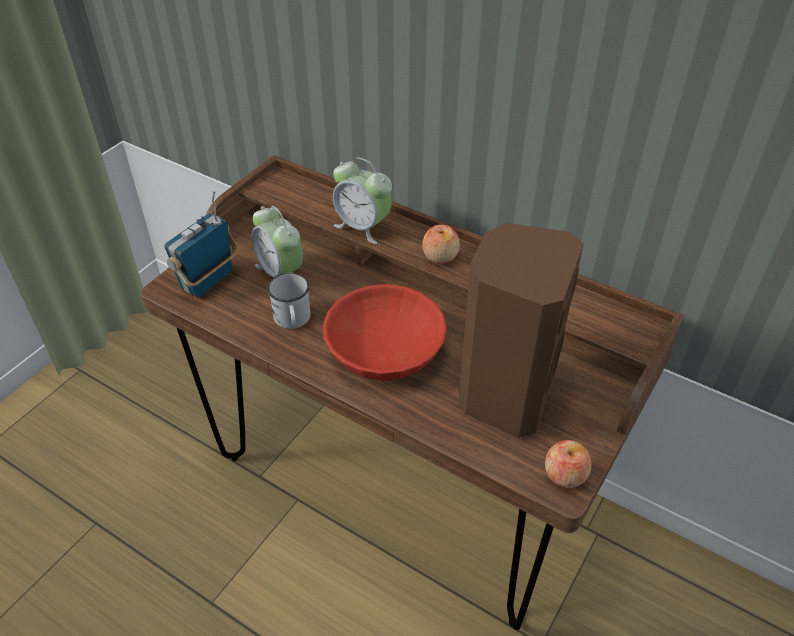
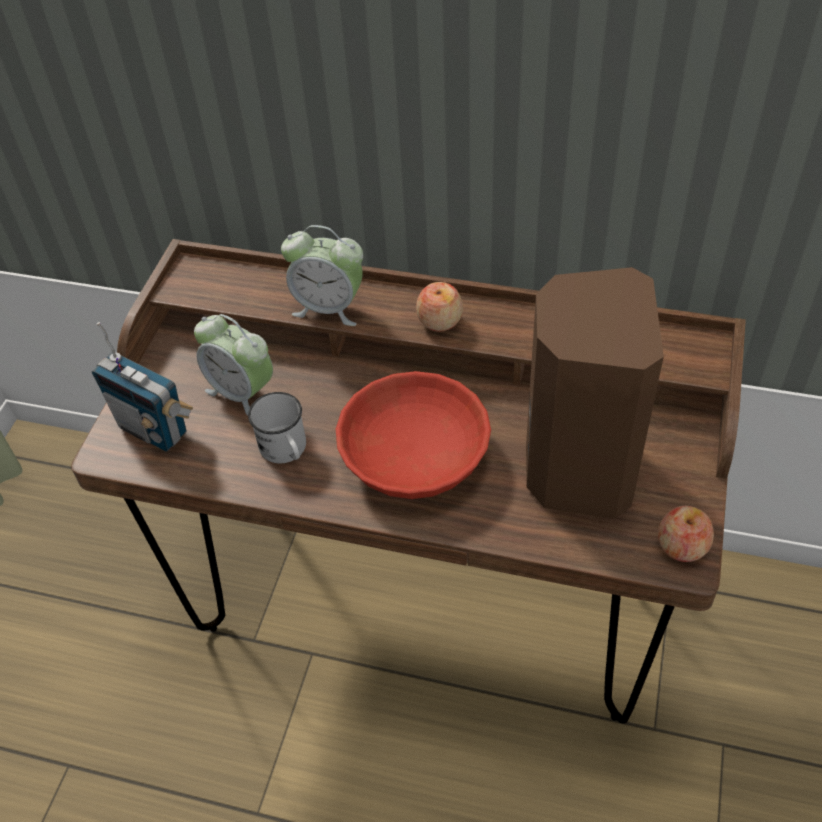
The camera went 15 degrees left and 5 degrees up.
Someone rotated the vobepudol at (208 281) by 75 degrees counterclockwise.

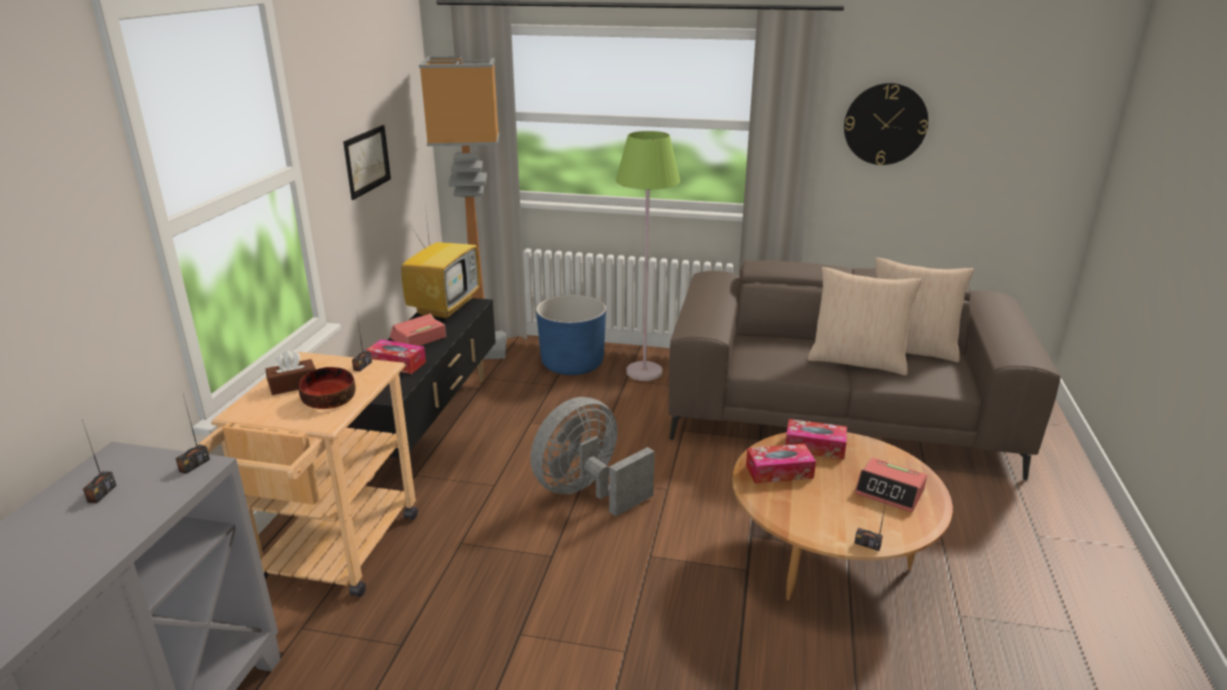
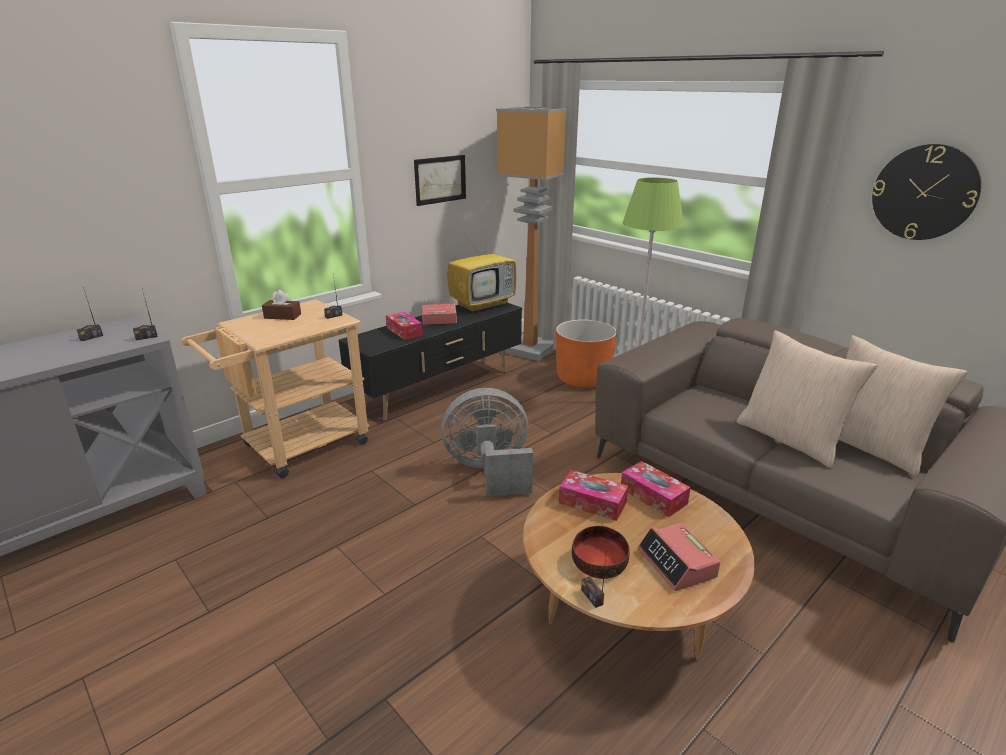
The camera went 35 degrees right and 0 degrees up.
Someone repainted the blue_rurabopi at (572 364), which became the orange_rurabopi at (583 379).
Someone carried the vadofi from (328 399) to (598 562).

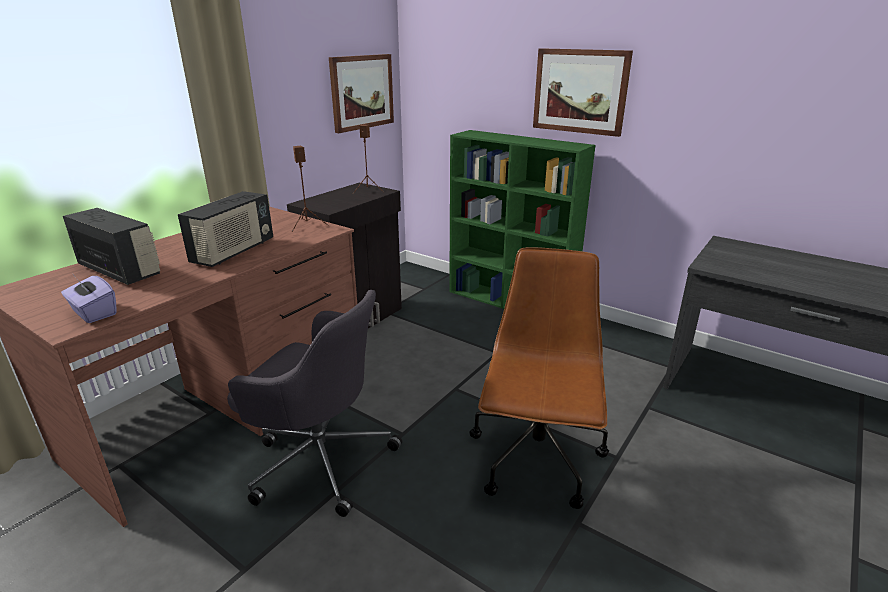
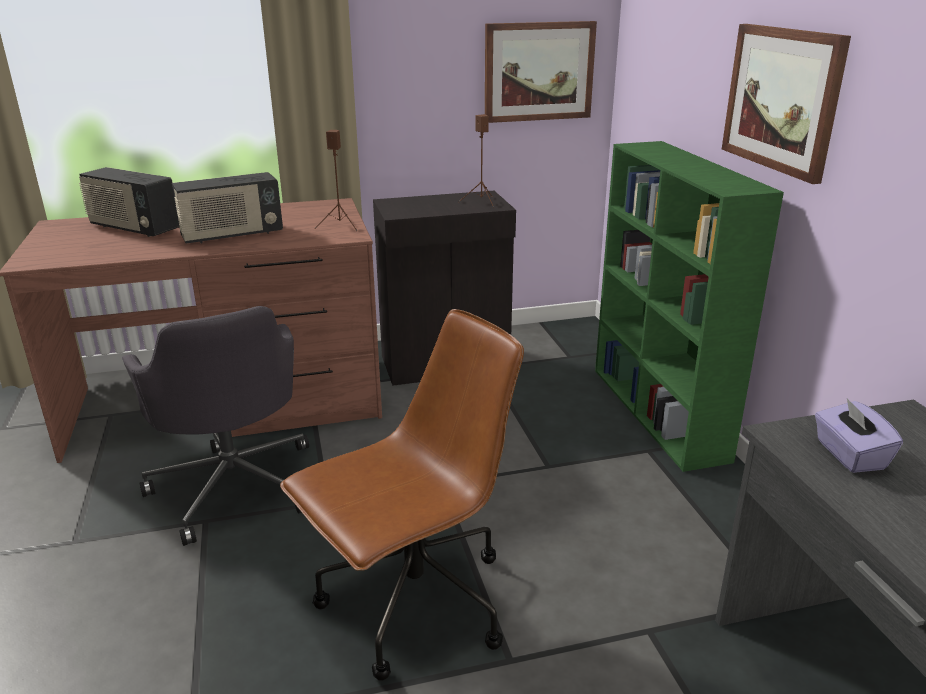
The camera went 40 degrees right and 0 degrees up.
Someone rotated the vobepudol at (120 271) by 135 degrees clockwise.
Someone carried the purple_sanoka from (94 313) to (849 455).

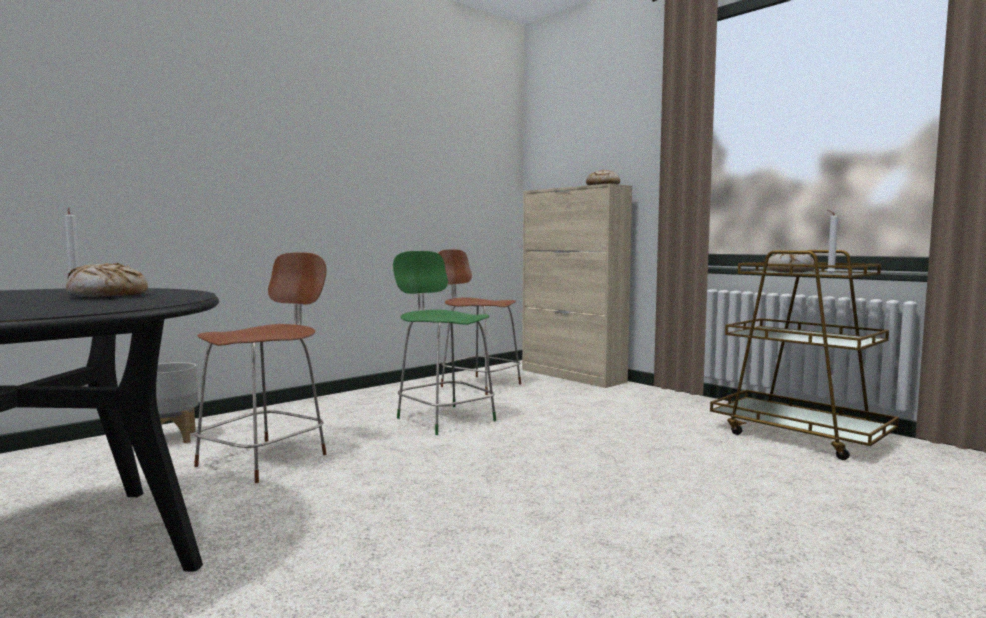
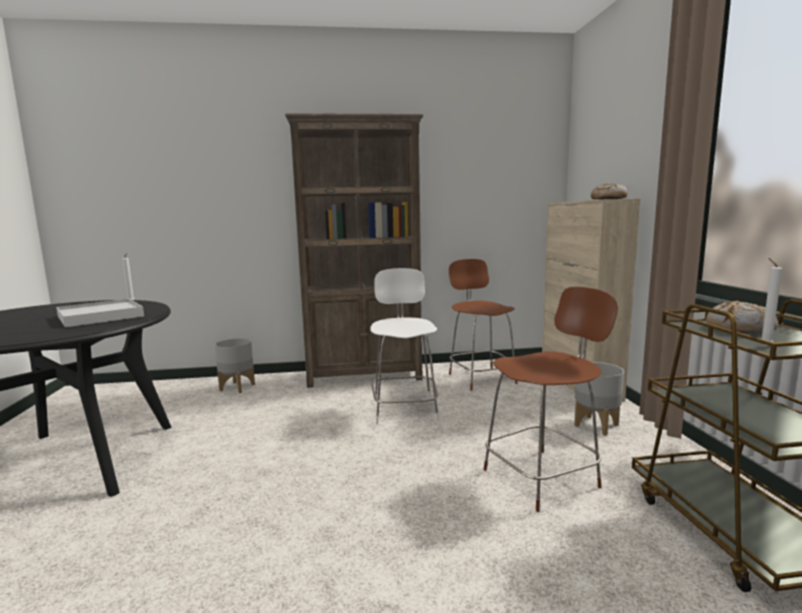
The camera went 35 degrees right and 5 degrees up.
Someone repainted the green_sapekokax at (444 418), which became the white_sapekokax at (404 408).
Someone carried the brown_sapekokax from (266 459) to (543 477).
Someone swapped the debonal at (108 296) for the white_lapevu at (100 316).
Someone put down the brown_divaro at (365 376).
Someone put down the grey_rurabopi at (596 425).

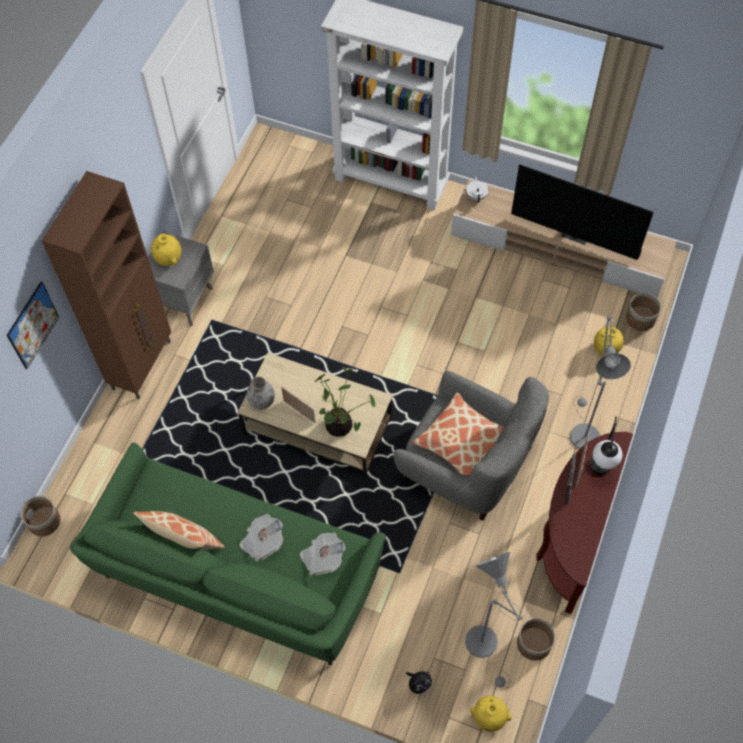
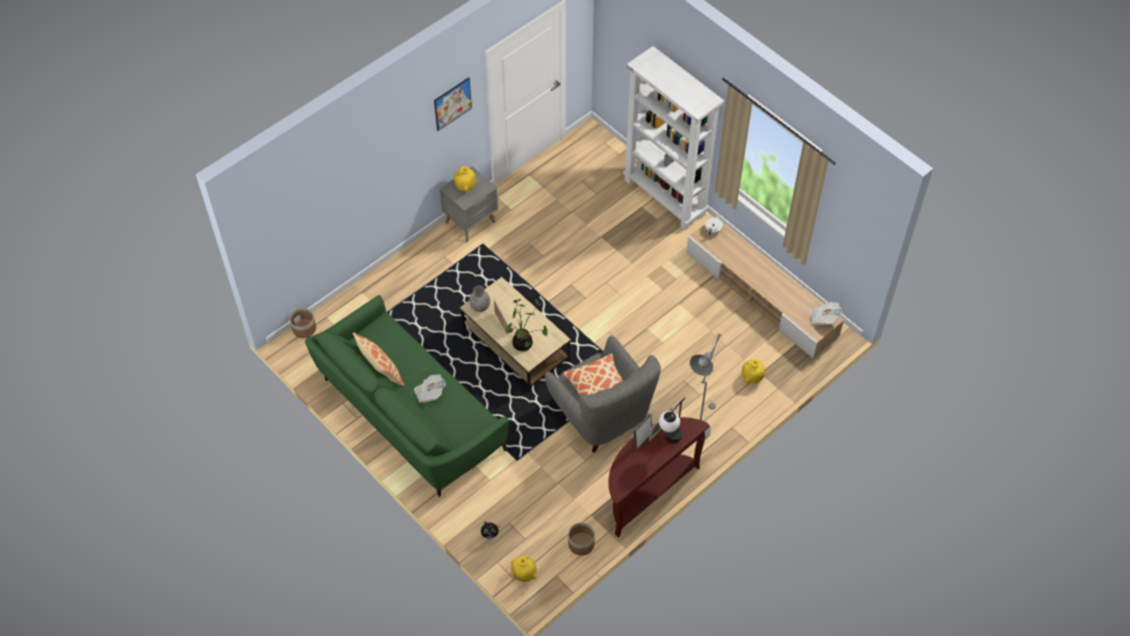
The camera went 25 degrees right and 5 degrees down.
Someone took away the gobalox at (576 234).
Someone took away the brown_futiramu at (143 364).
Someone carried the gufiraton from (33 325) to (452 104).
Someone took away the rurabopi at (640 319).
Someone carried the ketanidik from (322 558) to (823 317).
Someone took away the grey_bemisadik at (485 647).

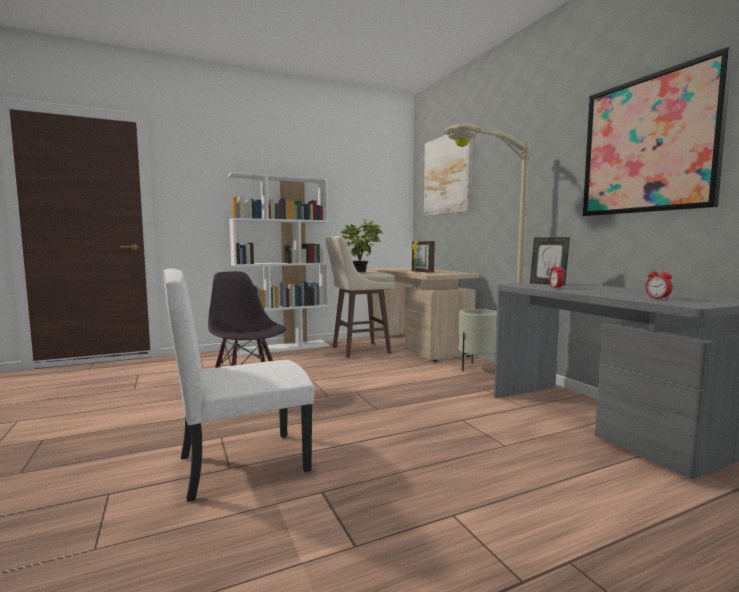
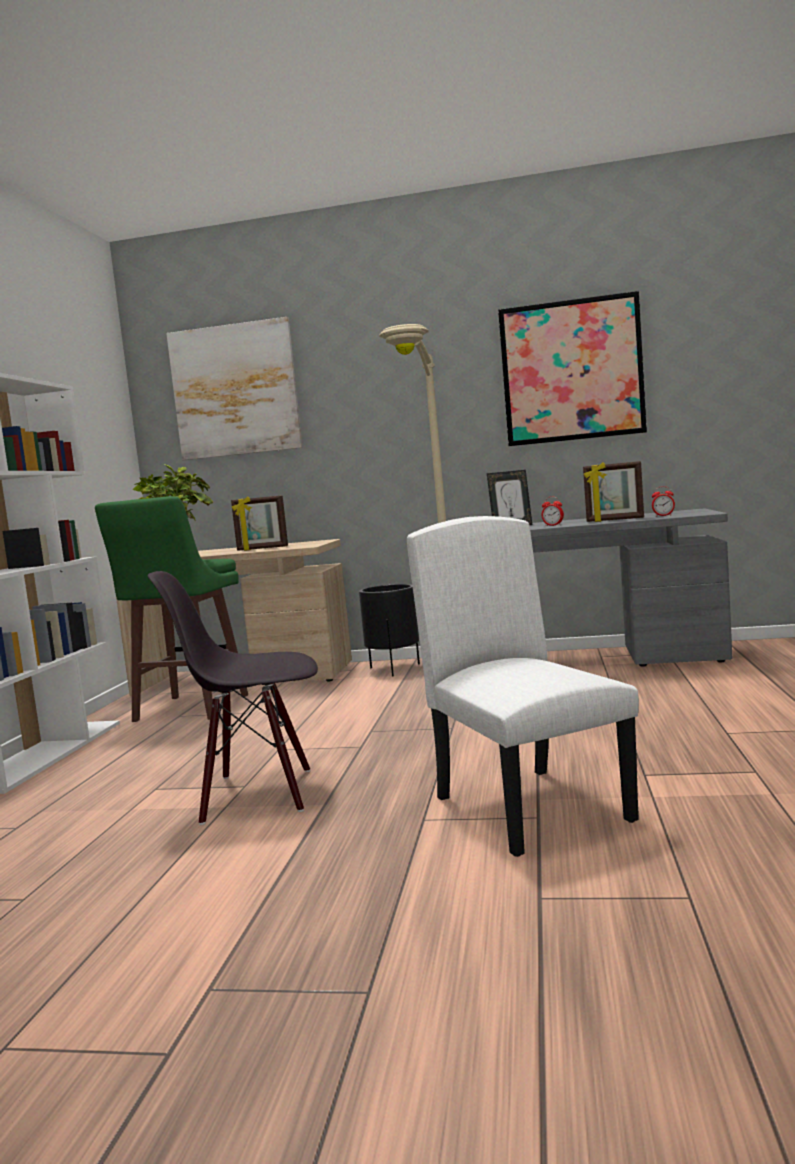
The camera went 55 degrees left and 0 degrees up.
Someone repainted the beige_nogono at (358 350), which became the green_nogono at (189 709).
Someone rotated the white_sapekokax at (243 463) by 150 degrees clockwise.
Someone repainted the beige_rurabopi at (477 368), which became the black_rurabopi at (394 669).
Someone put down the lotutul at (615 520).

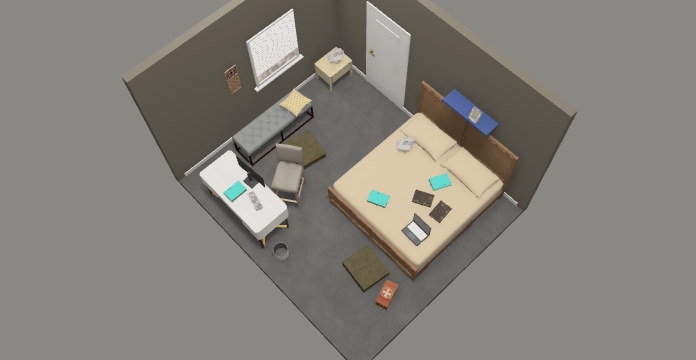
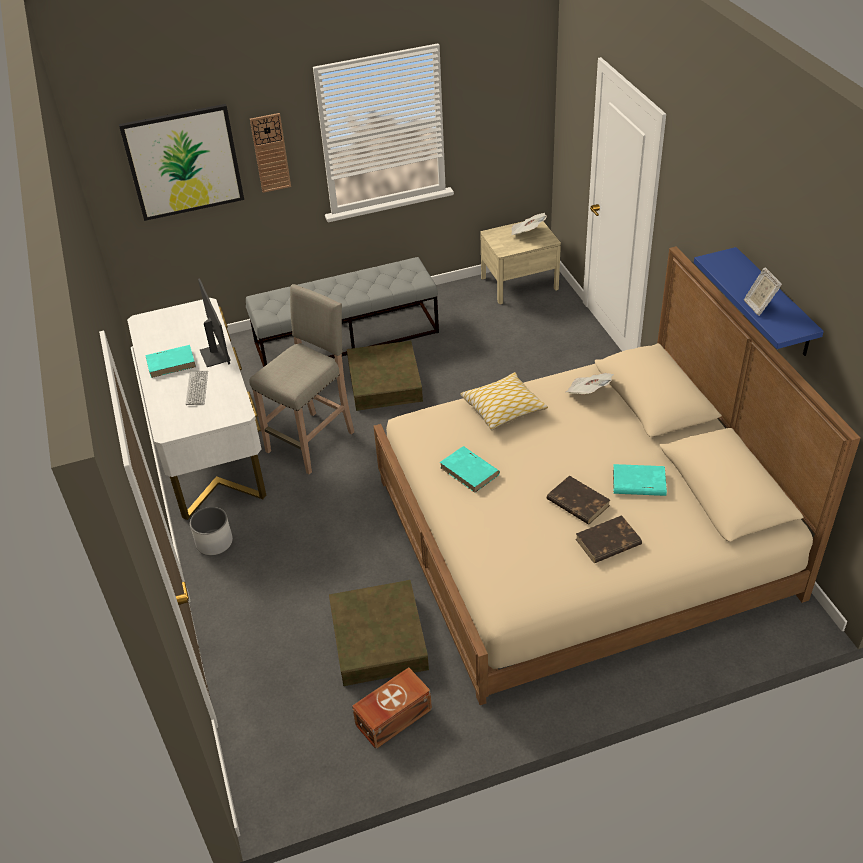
The camera went 25 degrees right and 20 degrees down.
Someone carried the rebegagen from (295 104) to (503 408).
Someone took away the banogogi at (415 232).
Someone put up the gufiraton at (183 162).

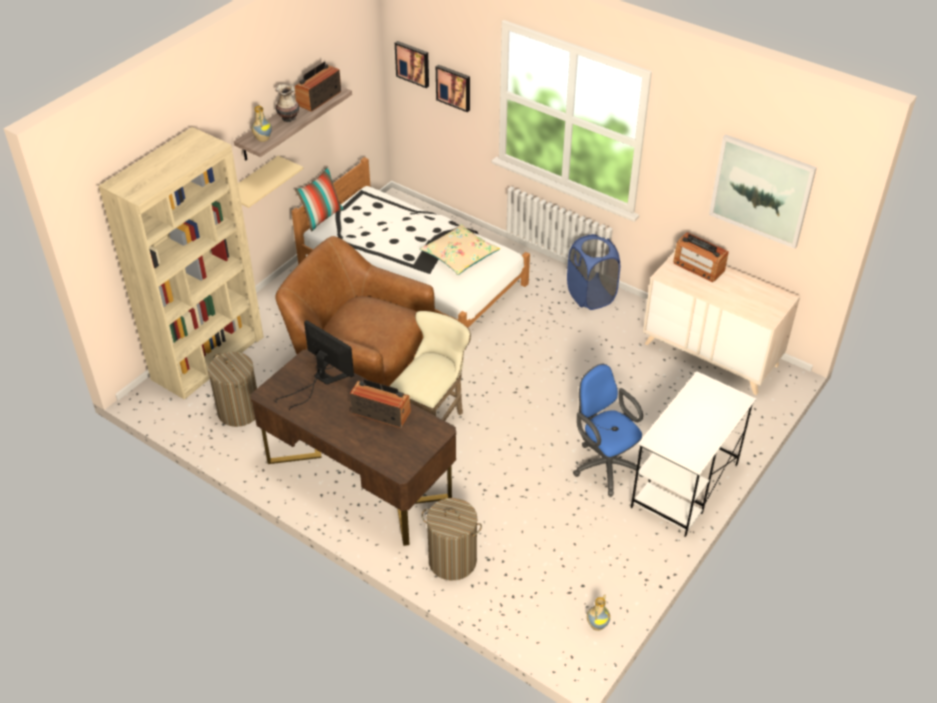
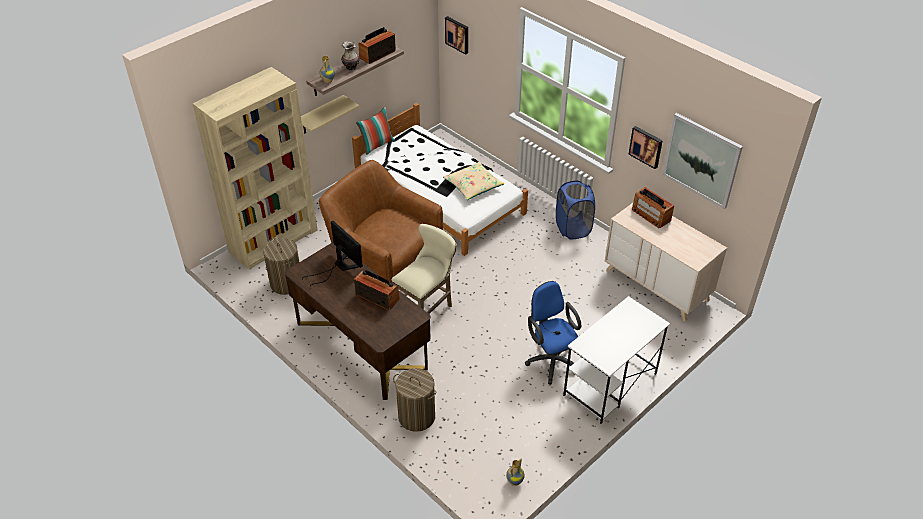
The camera went 10 degrees right and 0 degrees up.
Someone carried the gufiraton from (454 87) to (646 146).

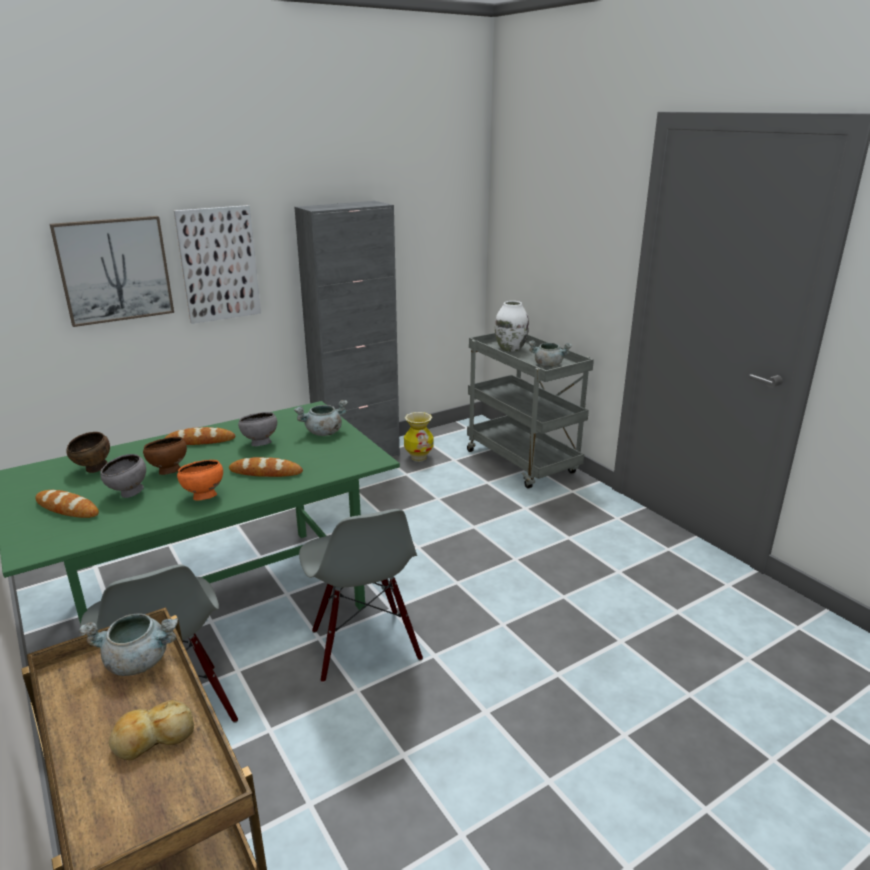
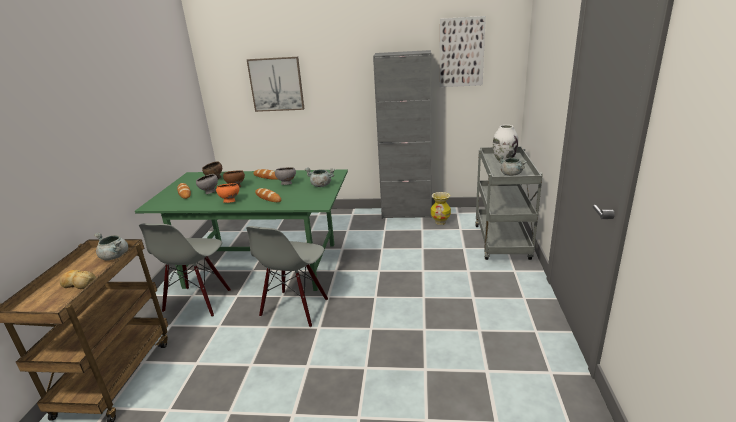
The camera went 40 degrees right and 0 degrees up.
Someone carried the gufiraton from (219 264) to (461 52).

